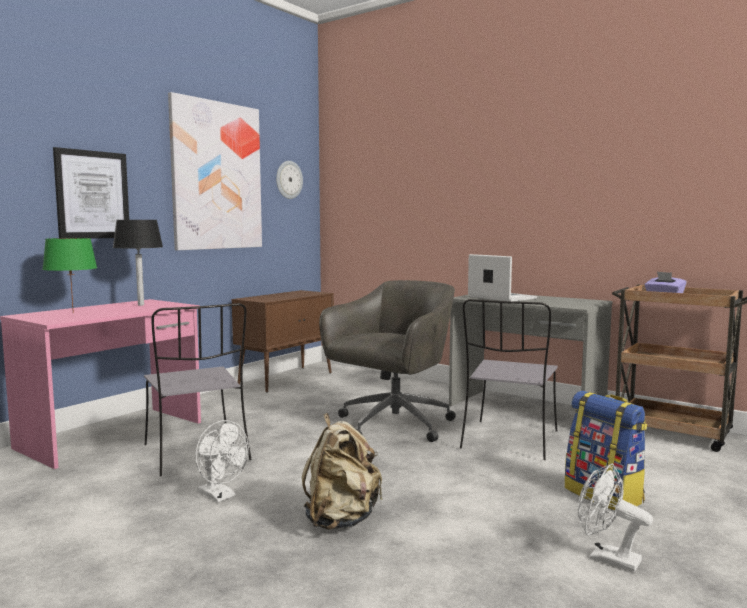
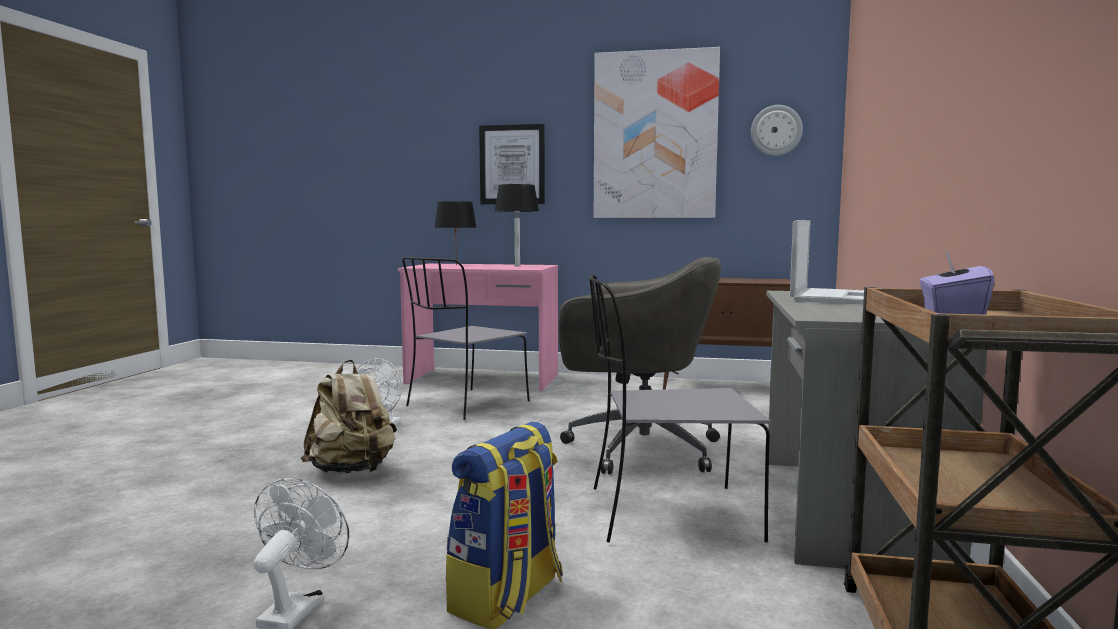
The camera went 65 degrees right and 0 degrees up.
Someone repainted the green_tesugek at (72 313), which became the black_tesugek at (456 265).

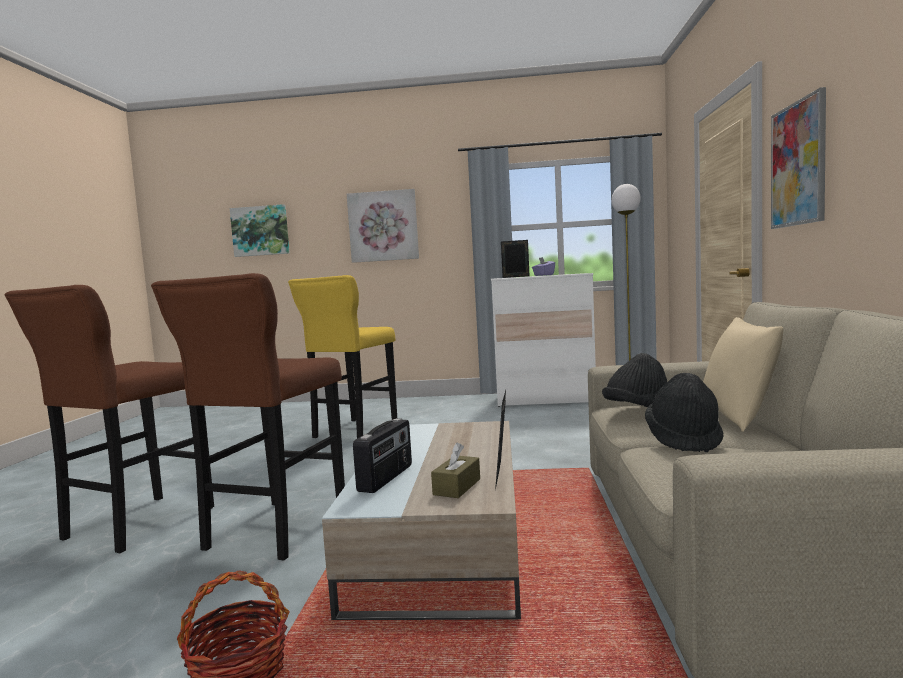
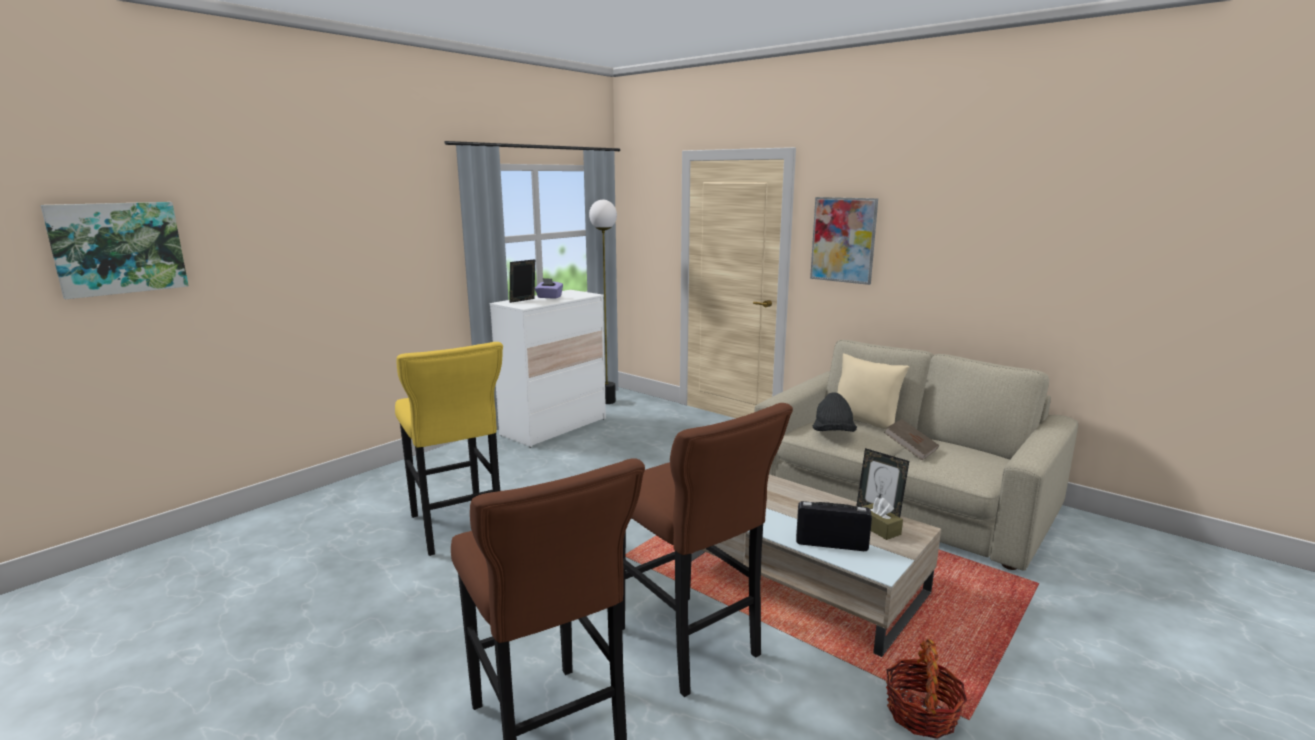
The camera went 55 degrees left and 10 degrees up.
Someone took away the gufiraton at (383 226).
Someone swapped the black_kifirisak at (684 440) for the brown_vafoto at (910 450).
Someone rotated the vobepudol at (387 478) by 45 degrees counterclockwise.

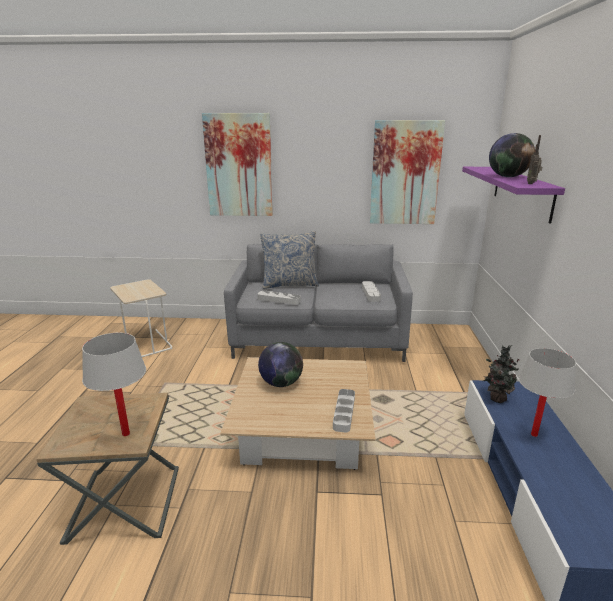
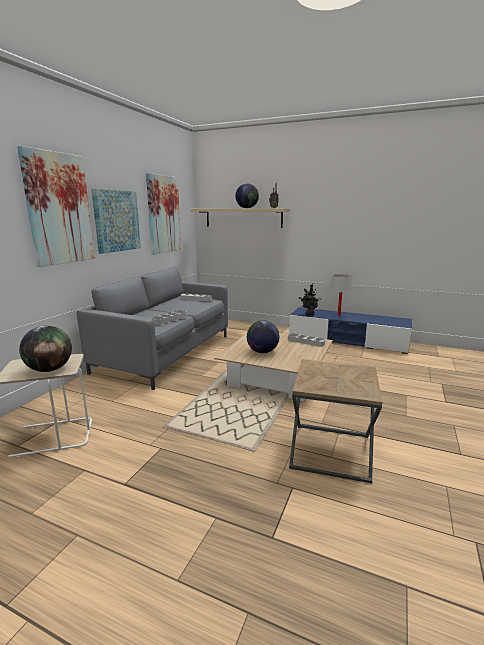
The camera went 70 degrees left and 5 degrees down.
Someone repainted the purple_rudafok at (521 191), which became the beige_rudafok at (243 217).
Someone took away the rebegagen at (289 284).
Someone took away the white_tesugek at (126 433).
Someone put up the gufiraton at (116 221).
Someone put down the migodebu at (50 369).

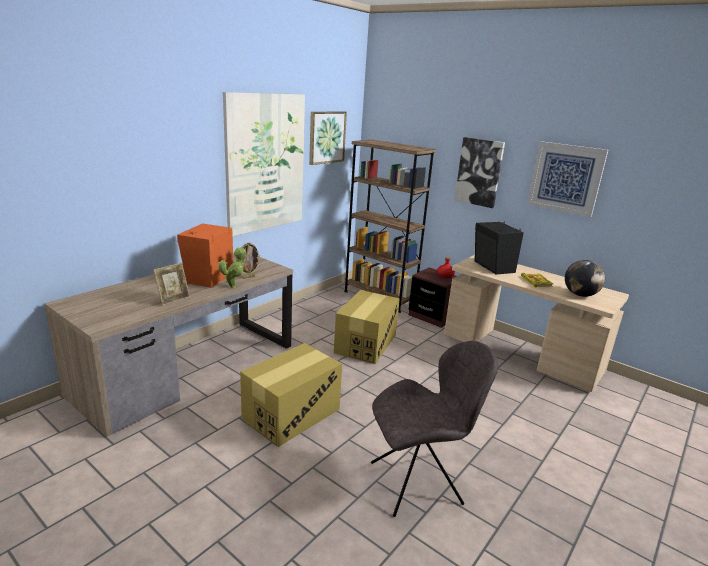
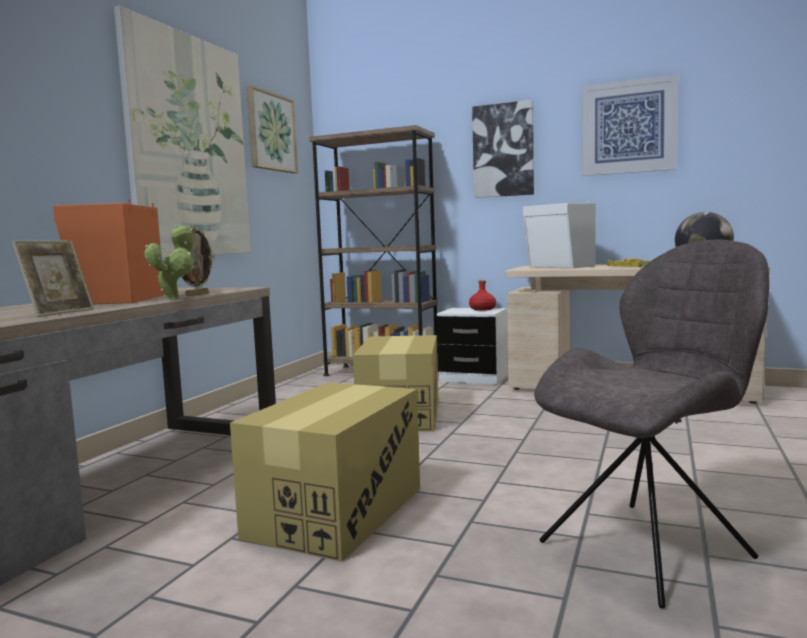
The camera went 15 degrees left and 15 degrees down.
Someone repainted the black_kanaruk at (493 267), which became the white_kanaruk at (560 267).
Someone repainted the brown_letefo at (432 317), which became the white_letefo at (473 378).

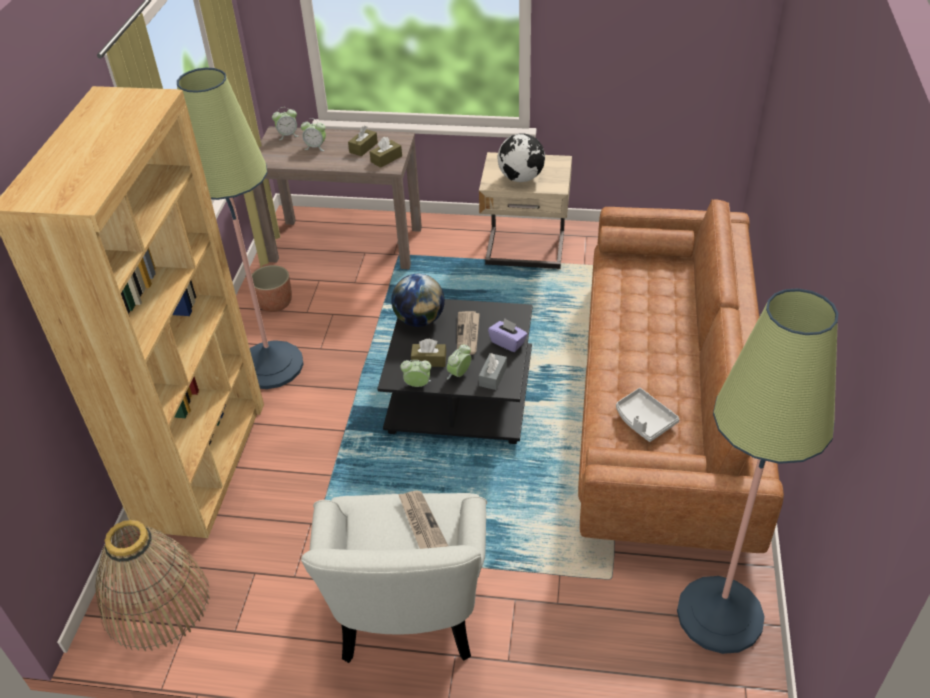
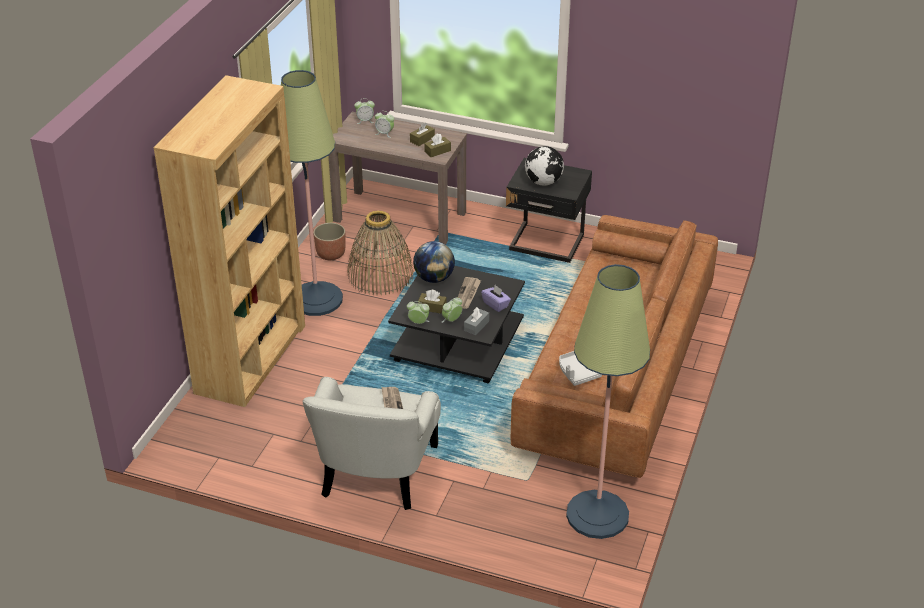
The camera went 10 degrees right and 5 degrees down.
Someone repainted the beige_letefo at (525 251), which became the black_letefo at (546 245).
Someone carried the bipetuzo from (156 602) to (380 275).

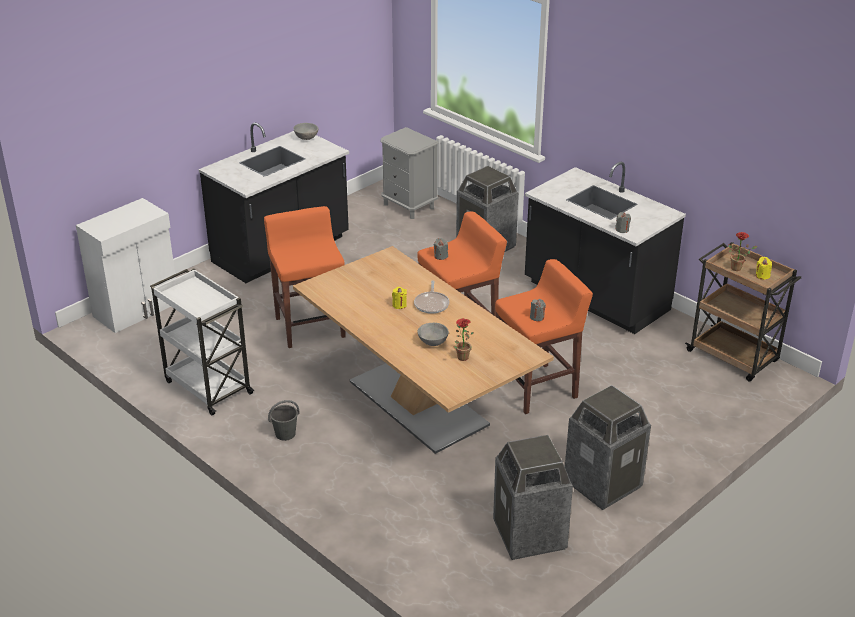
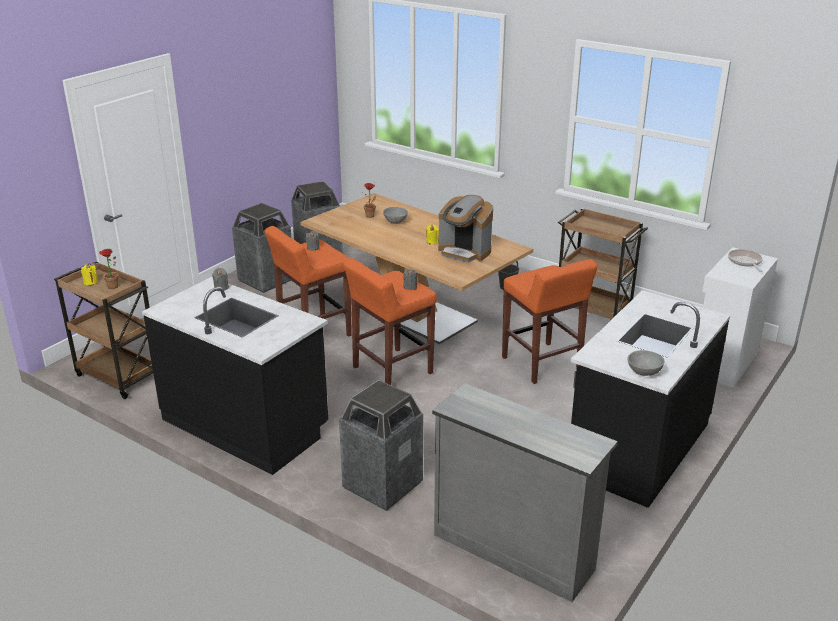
The camera went 170 degrees right and 5 degrees down.
Someone swapped the grey_letefo at (409 206) for the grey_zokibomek at (513 550).
Someone repainted the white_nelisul at (207 386), which became the brown_nelisul at (593 309).
Someone carried the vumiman from (432 304) to (745 262).
Someone put down the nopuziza at (464 252).

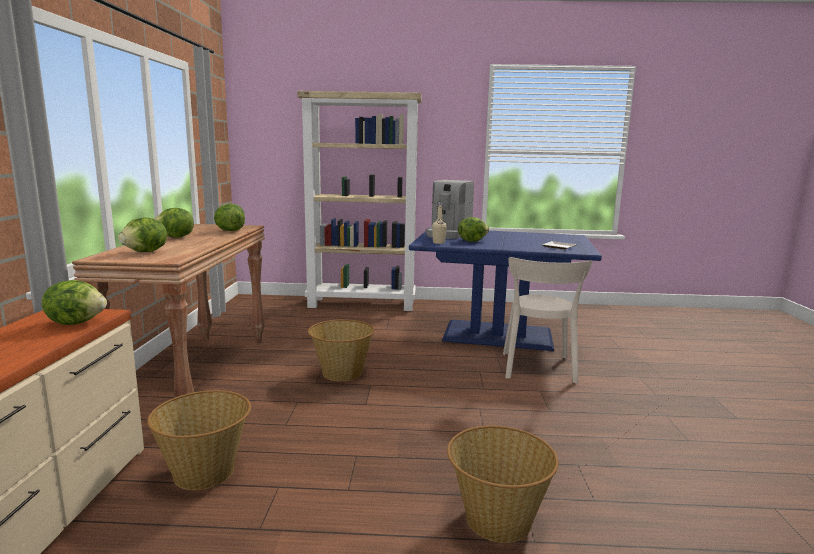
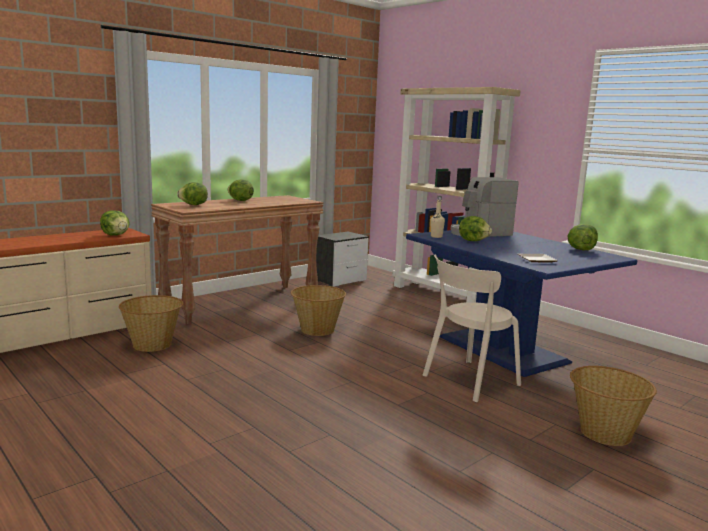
The camera went 45 degrees right and 0 degrees up.
Someone carried the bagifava from (229 230) to (580 249).
Someone carried the bipetuzo from (497 520) to (604 433).
Someone put down the letefo at (341 280).

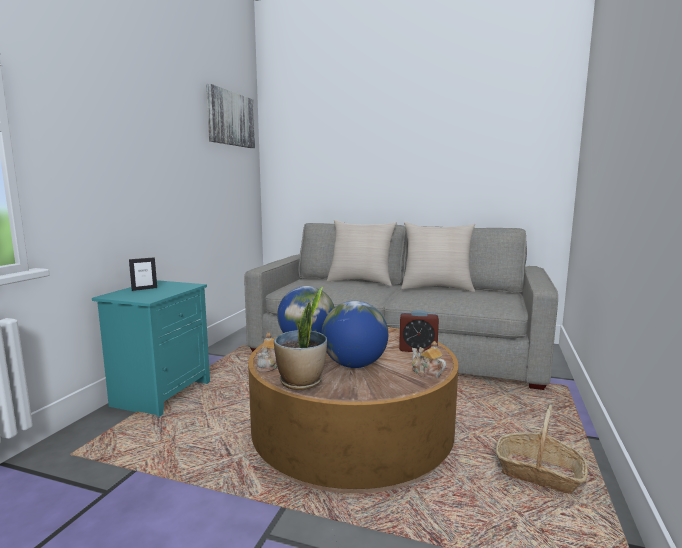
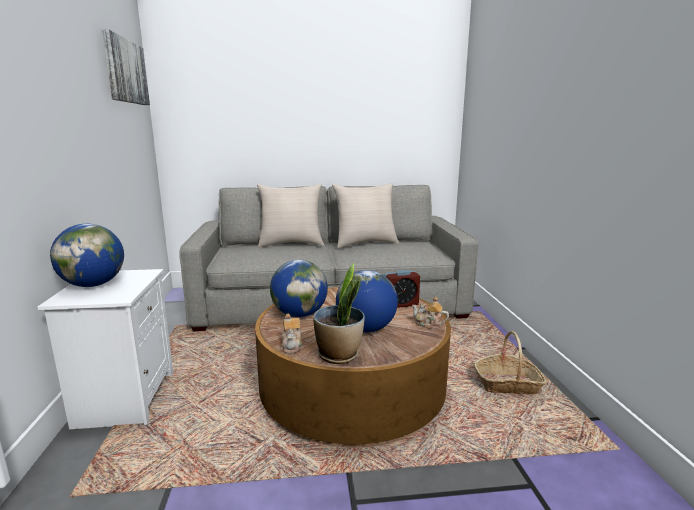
The camera went 25 degrees left and 5 degrees up.
Someone swapped the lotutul at (144 289) for the migodebu at (94 285).
Someone repainted the turquoise_letefo at (161 393), which became the white_letefo at (125 398).

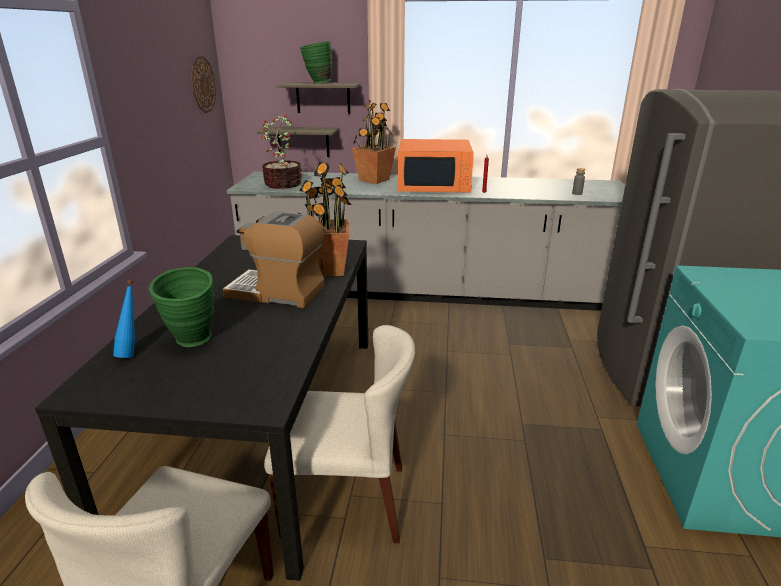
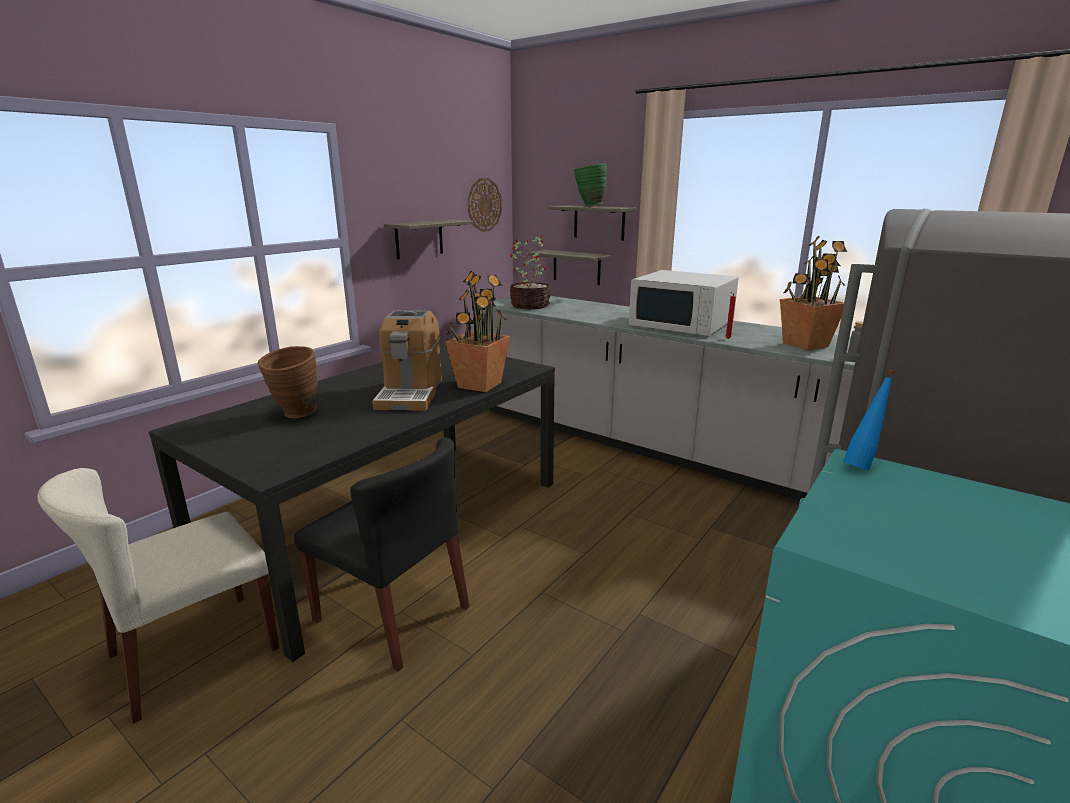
The camera went 30 degrees right and 5 degrees down.
Someone carried the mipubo from (374 180) to (805 344).
Someone repainted the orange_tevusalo at (434 185), which became the white_tevusalo at (682 324).
Someone rotated the nopuziza at (277 292) by 135 degrees counterclockwise.
Someone repainted the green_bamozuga at (193 342), which became the brown_bamozuga at (295 415).
Someone carried the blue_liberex from (132 352) to (861 465).
Someone repainted the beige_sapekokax at (346 500), which became the black_sapekokax at (393 614).
Someone put up the rudafok at (419 239).

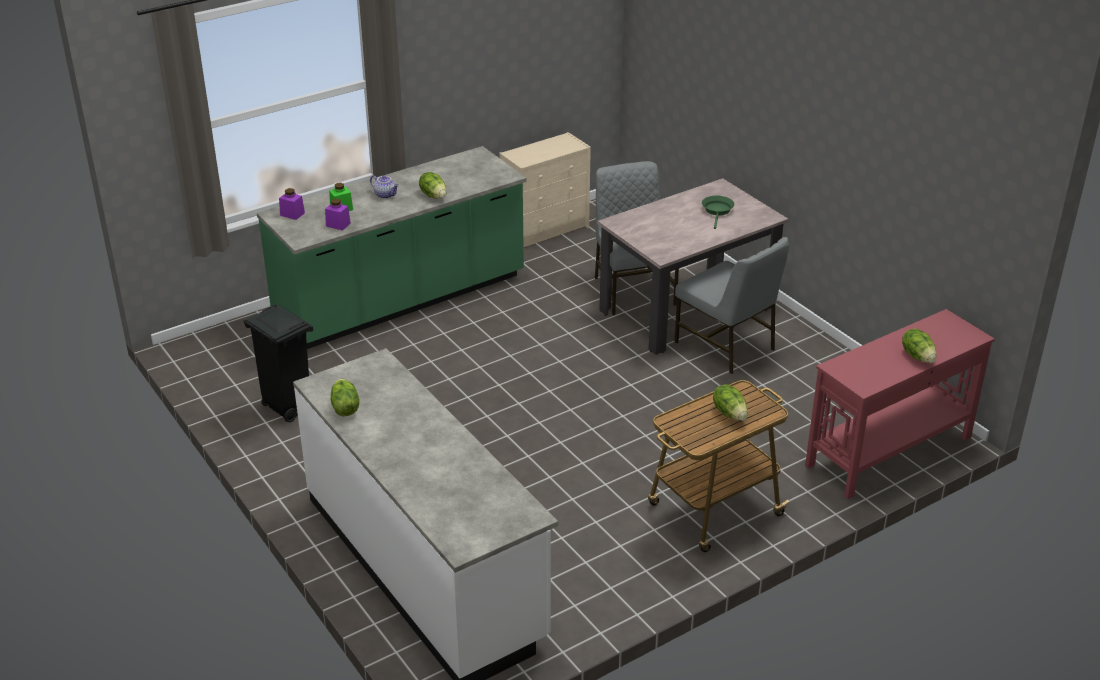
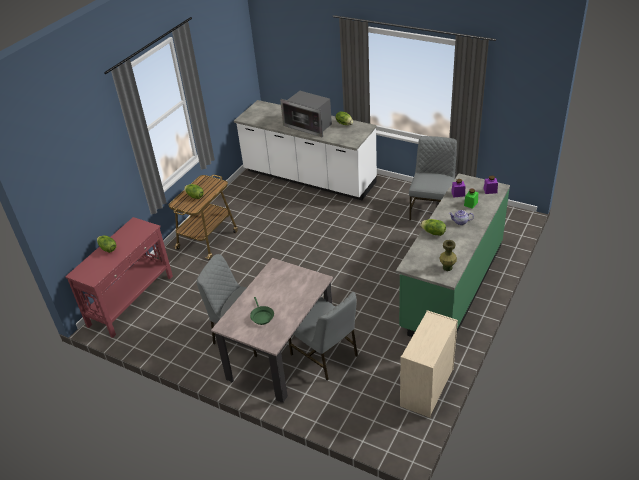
The camera went 155 degrees right and 5 degrees up.
Someone swapped the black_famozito at (287 408) for the grey_sapekokax at (432 209).
Someone put down the tevusalo at (309 125).
Someone put down the green_bamozuga at (447 267).

